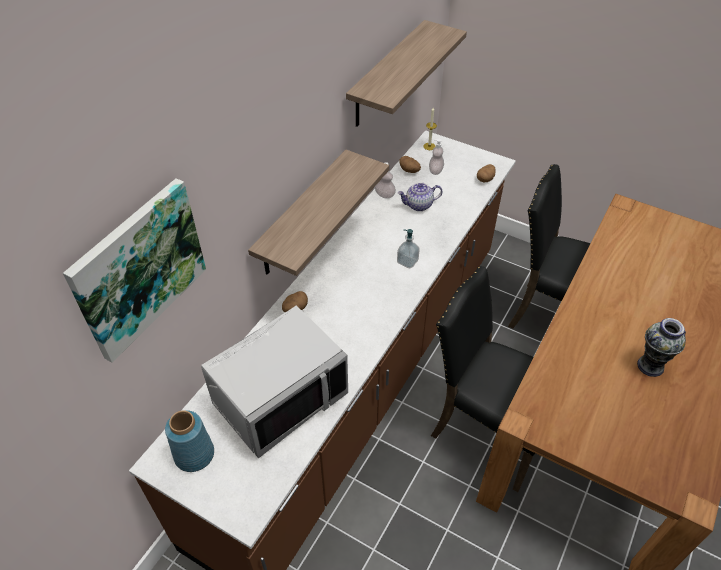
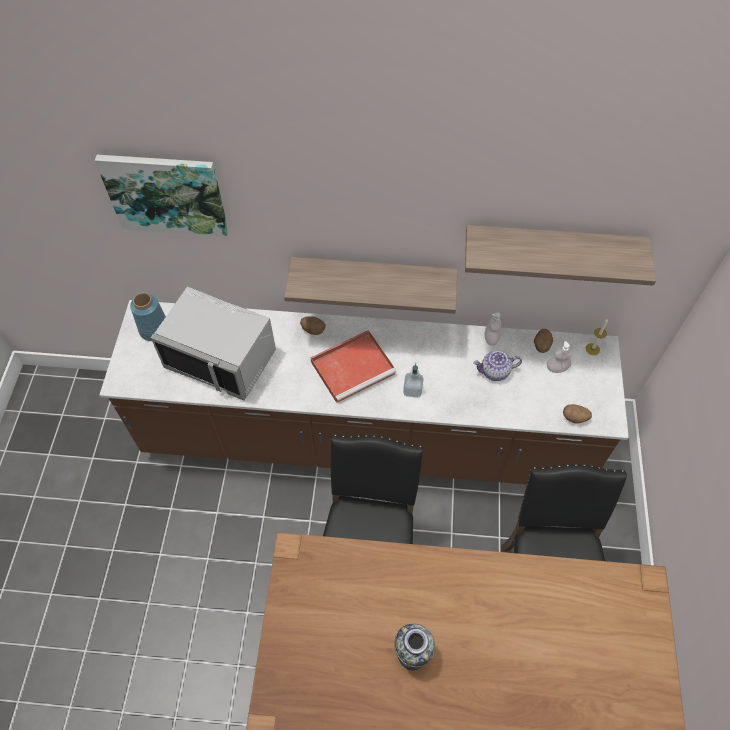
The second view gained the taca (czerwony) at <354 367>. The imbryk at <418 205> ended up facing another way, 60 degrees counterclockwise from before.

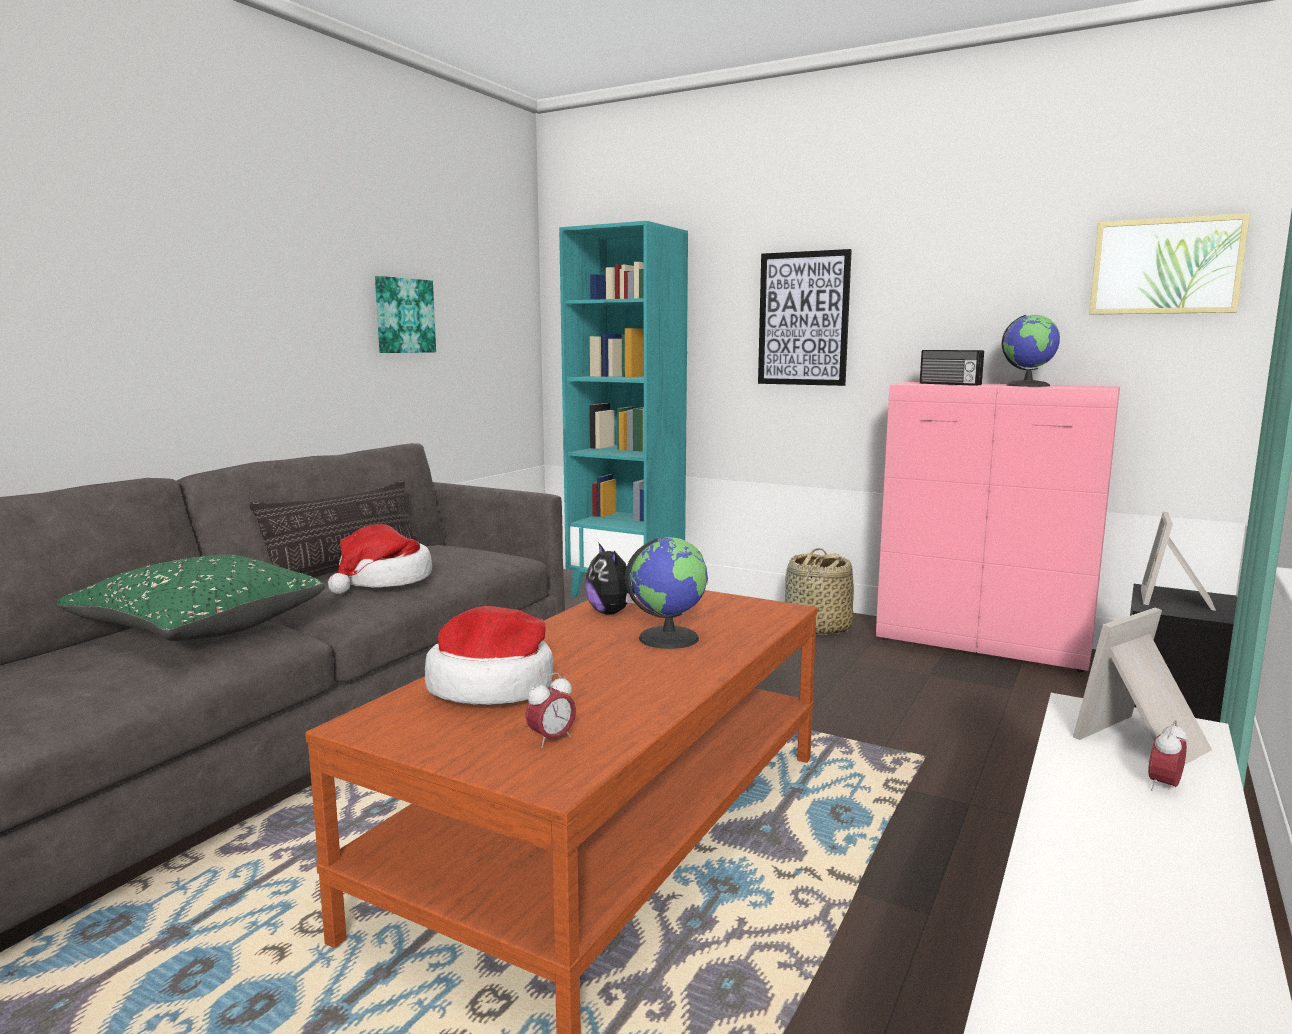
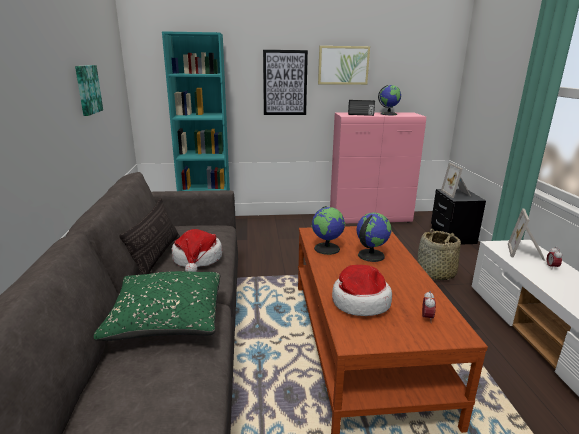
Where the pluszak stood at <612 612>, the globus came to stand at <327 248>. The obraz ended up elsewhere, having gone from <1165 266> to <343 65>. The koszyk ended up elsewhere, having gone from <816 628> to <436 273>.

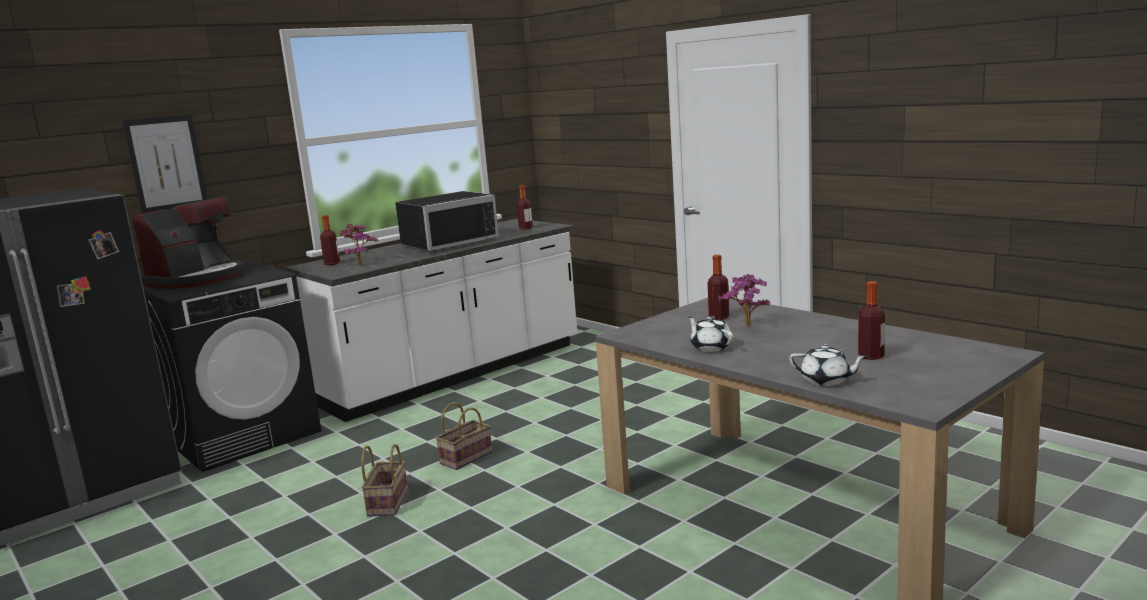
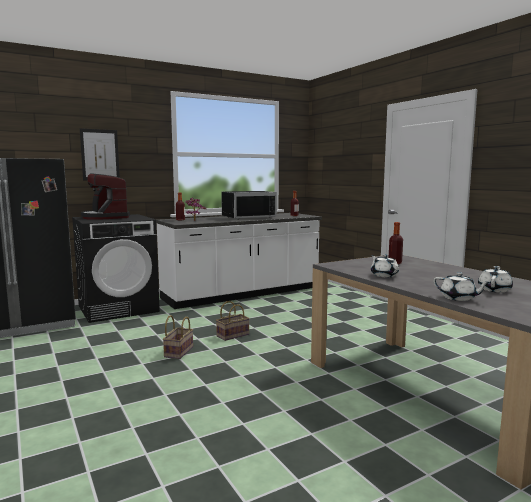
The ekspres do kawy at <197 279> ended up facing another way, 105 degrees clockwise from before. Where the butelka stood at <871 356>, the imbryk (biały) came to stand at <494 289>. The second view lost the roślina doniczkowa at <747 327>.

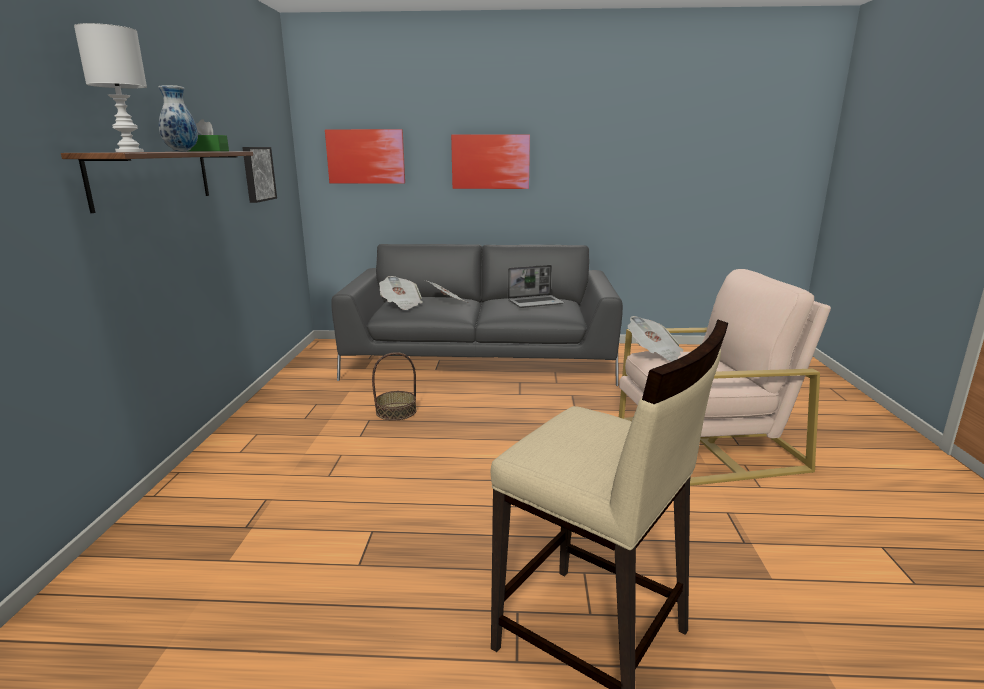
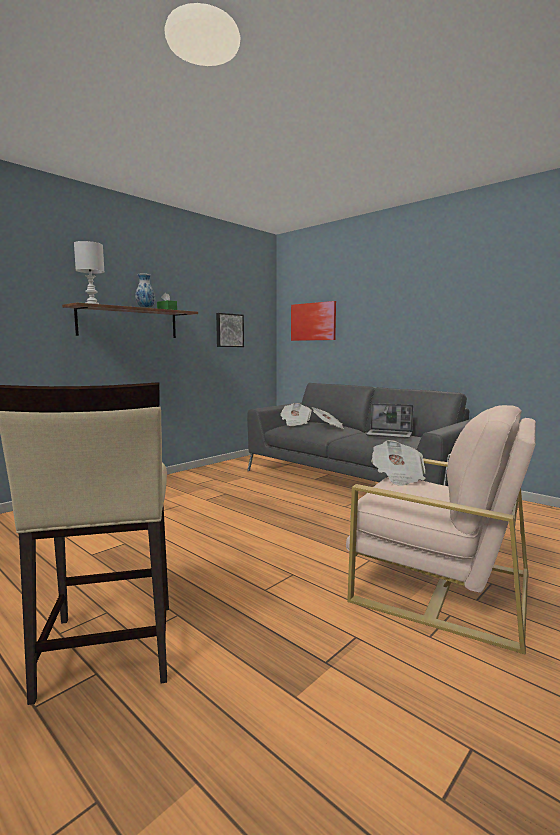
The second view lost the koszyk at <396 411>. The second view lost the obraz at <490 161>.

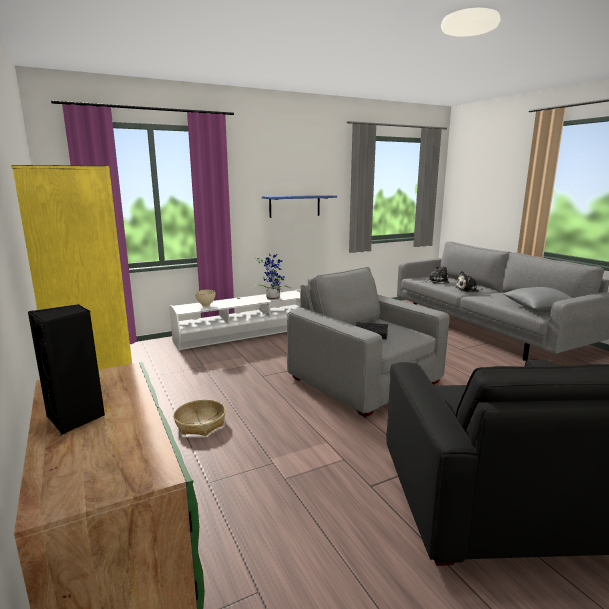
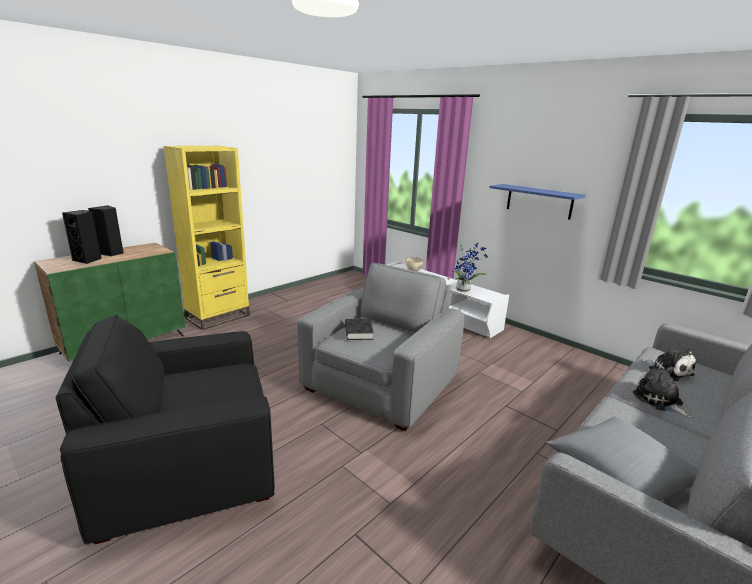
The second view gained the głośnik (czarny) at <88 260>. The second view lost the koszyk at <200 424>.

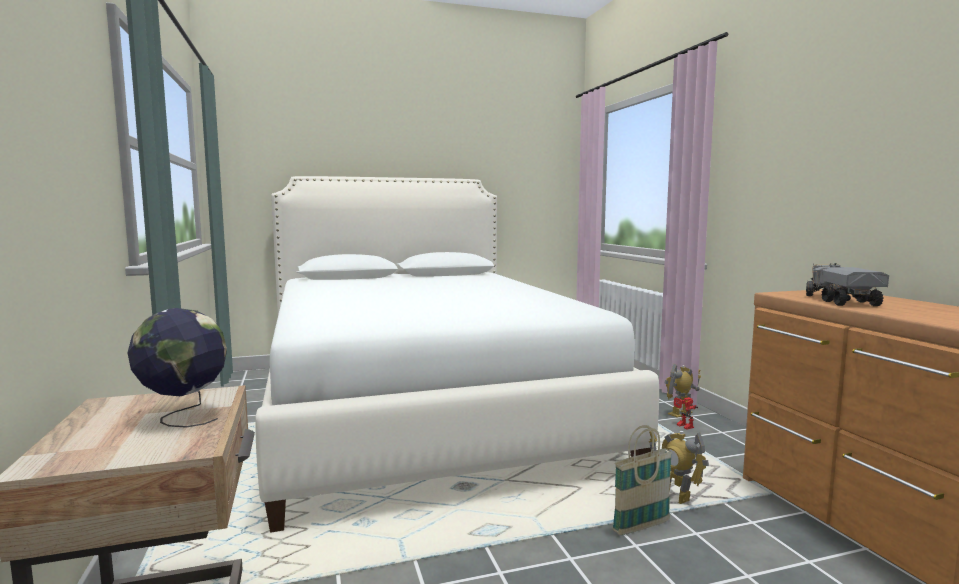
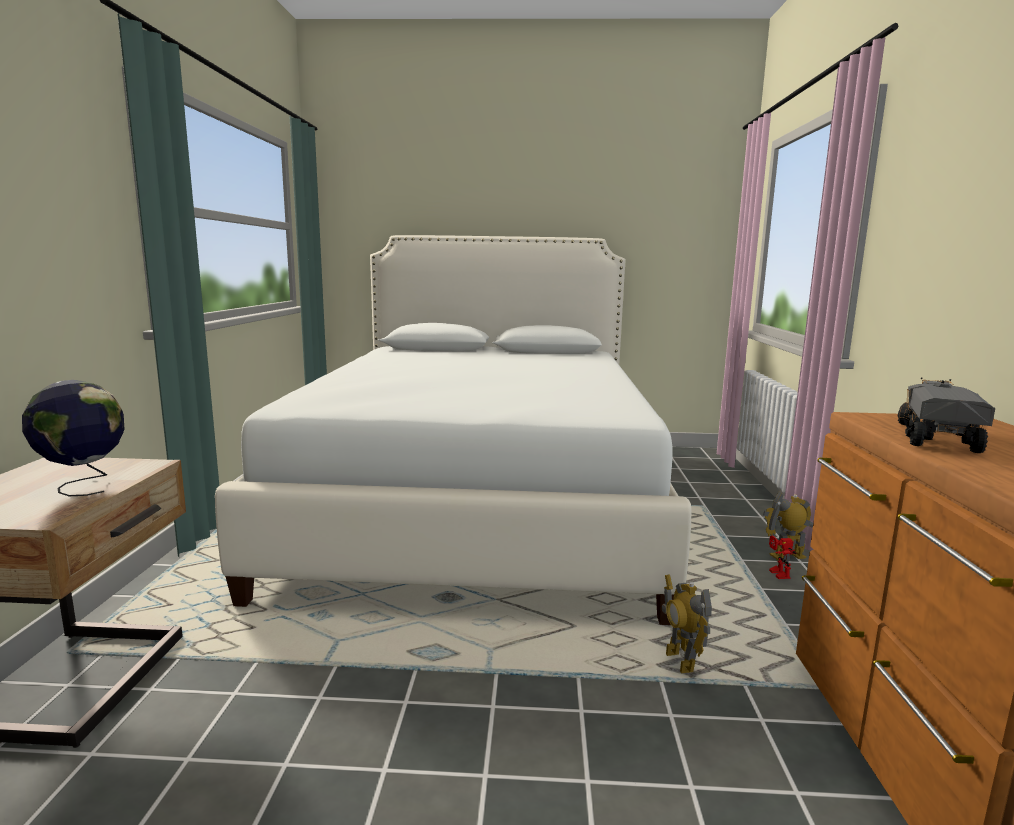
The second view lost the koszyk at <641 527>.

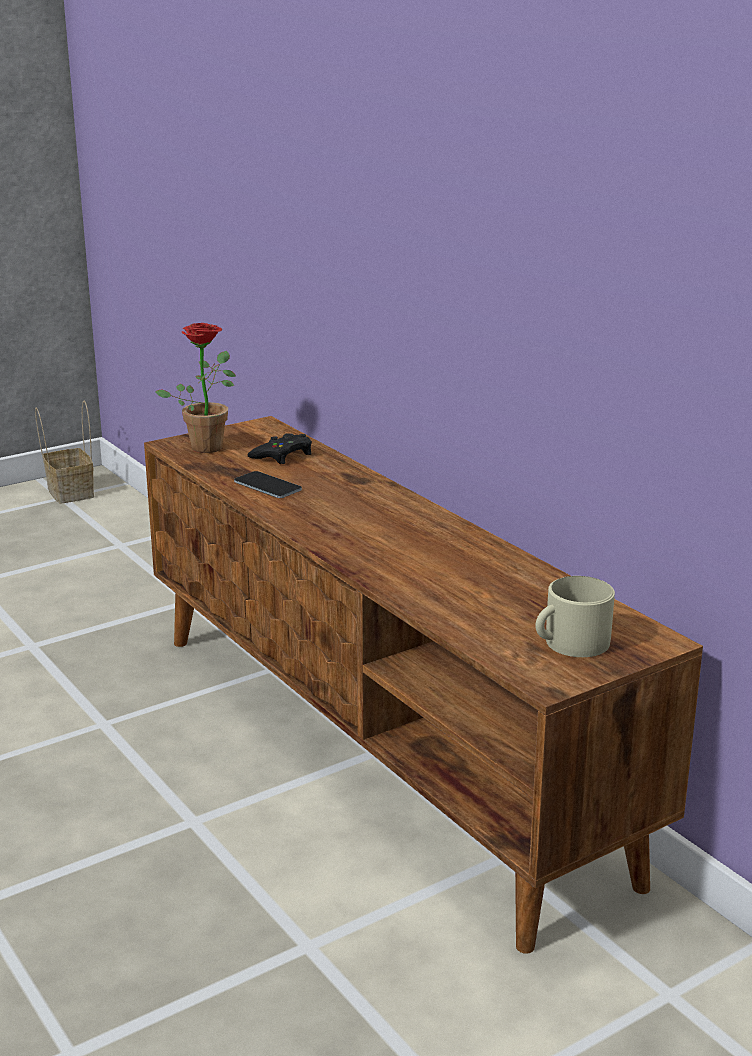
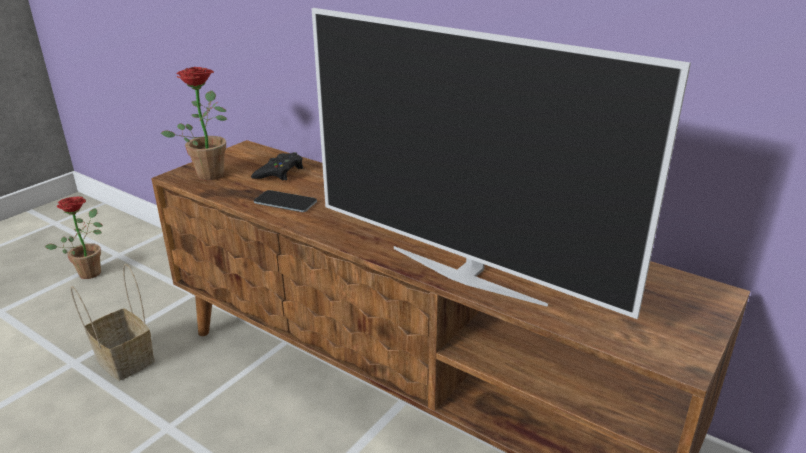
The second view gained the roślina doniczkowa at <91 271>. The koszyk ended up elsewhere, having gone from <69 492> to <123 359>. The second view gained the telewizor at <467 274>. The second view lost the kubek (beżowy) at <570 643>.

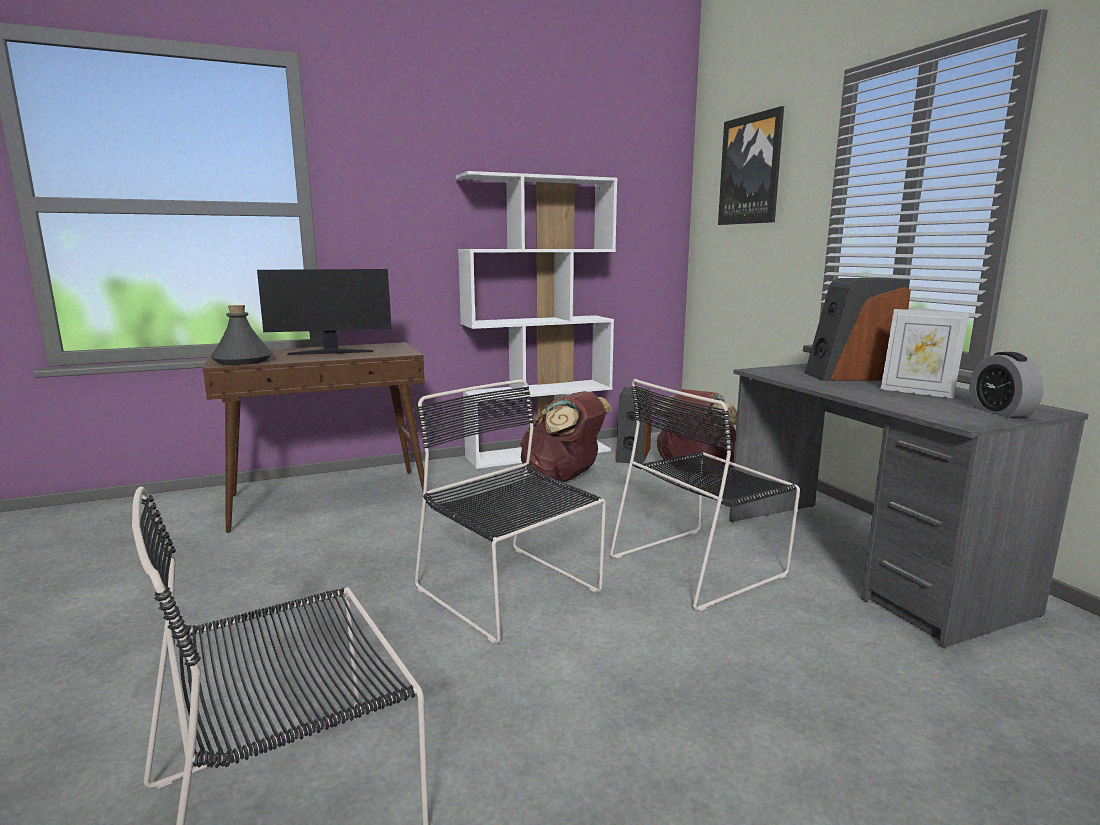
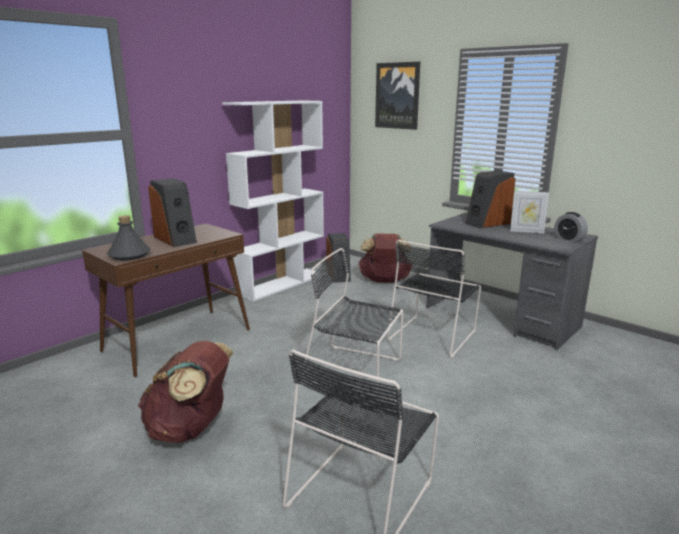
The plecak (brązowy) ended up elsewhere, having gone from <563 478> to <190 429>. Where the monitor stood at <331 352>, the głośnik came to stand at <176 239>.

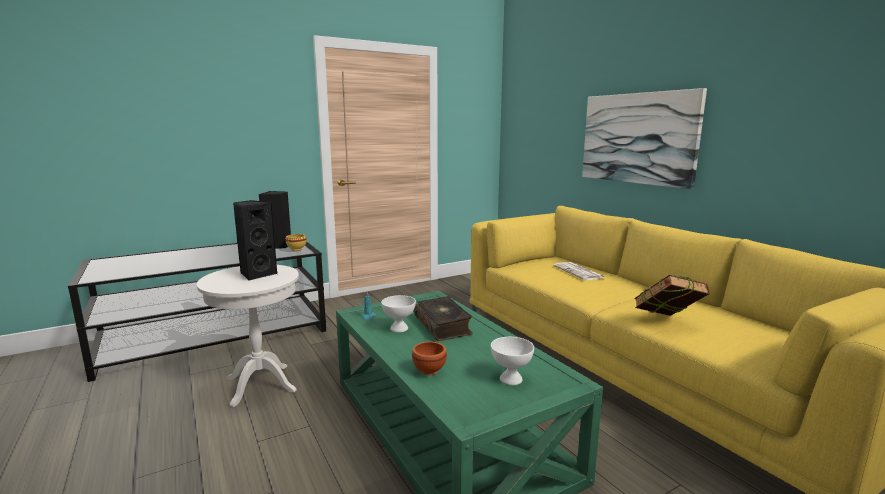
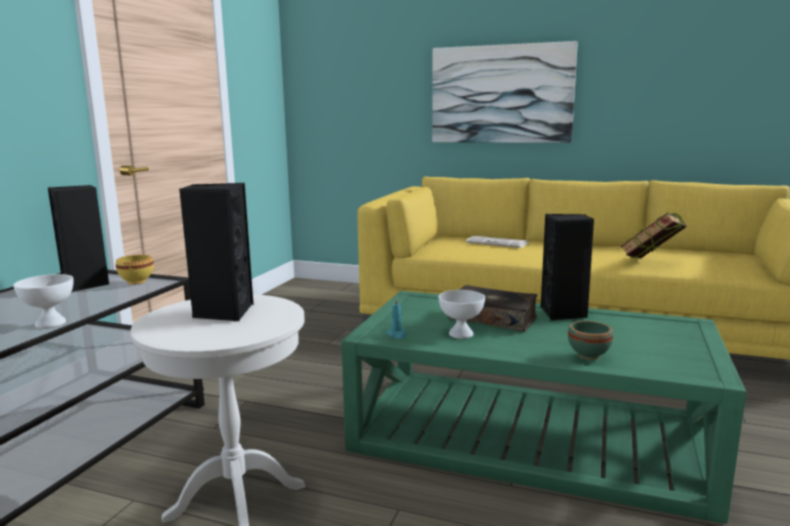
The miska (biały) ended up elsewhere, having gone from <511 380> to <51 323>. The second view gained the głośnik (czarny) at <563 313>. What was the miska (brązowy) at <428 370> turned into the miska (zielony) at <588 355>.

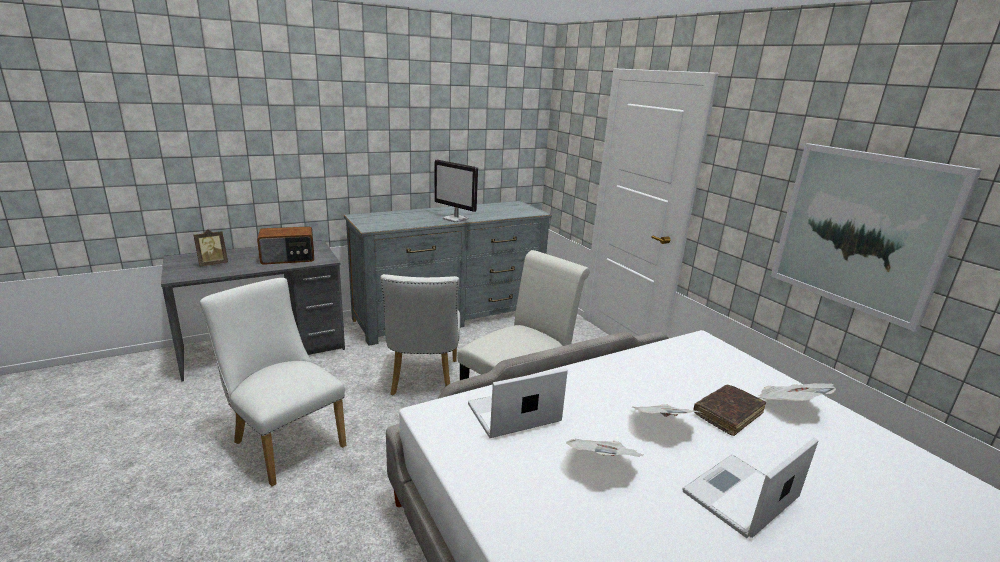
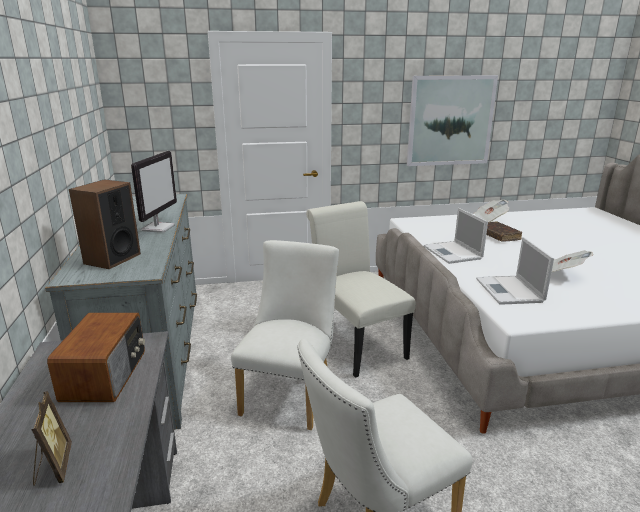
The second view gained the głośnik at <112 259>. The monitor at <456 219> ended up facing another way, 45 degrees counterclockwise from before. The krzesło (biały) at <423 381> ended up facing another way, 90 degrees counterclockwise from before. The laptop ended up elsewhere, having gone from <739 496> to <453 253>. The second view lost the gazeta at <662 425>.

